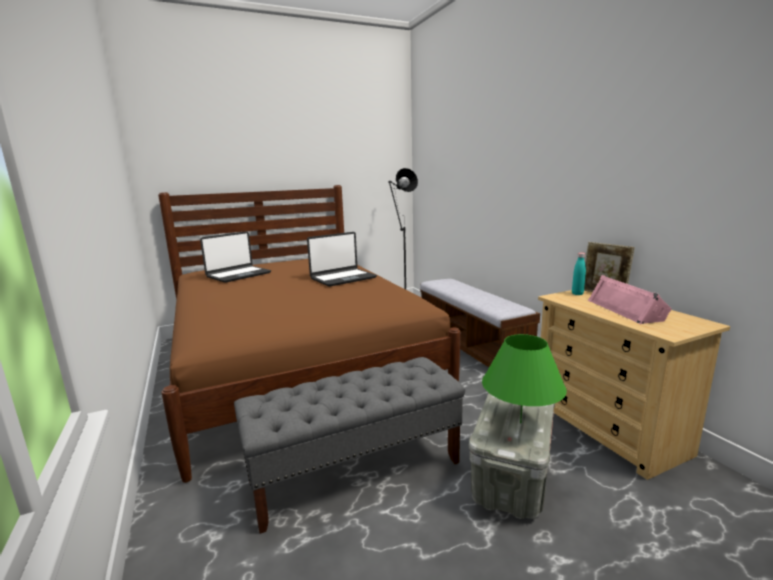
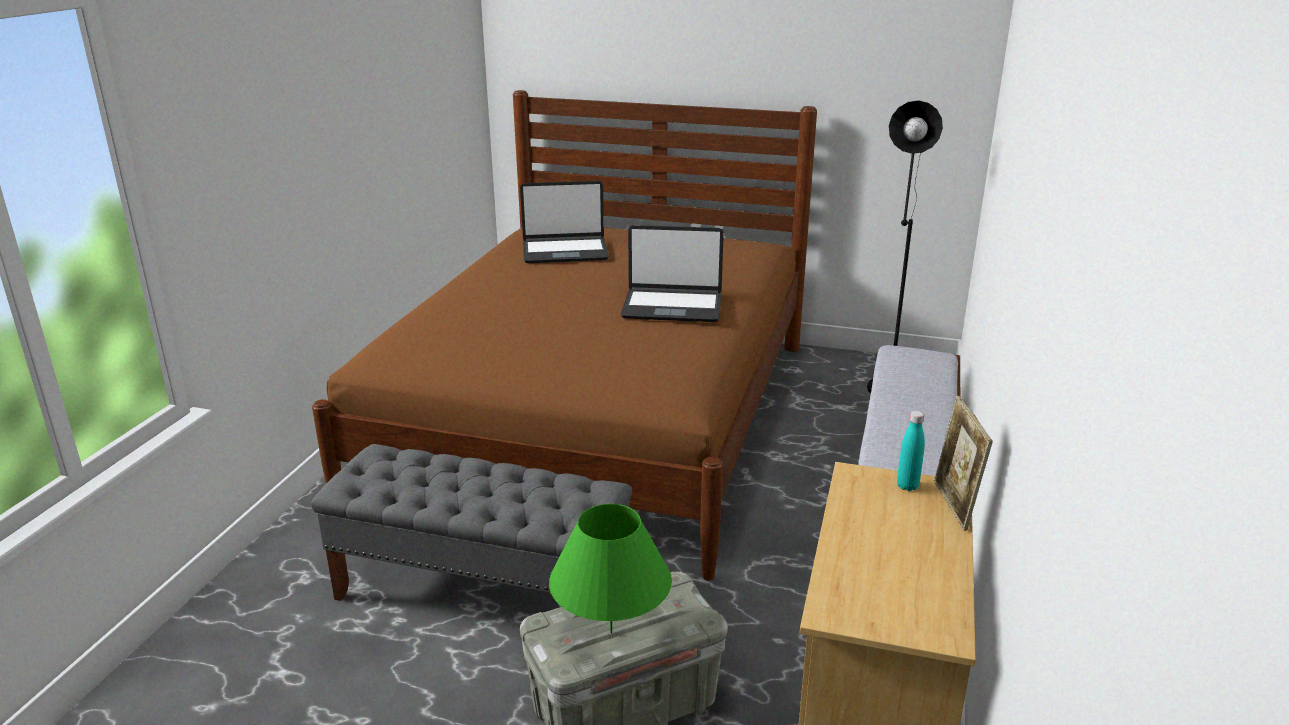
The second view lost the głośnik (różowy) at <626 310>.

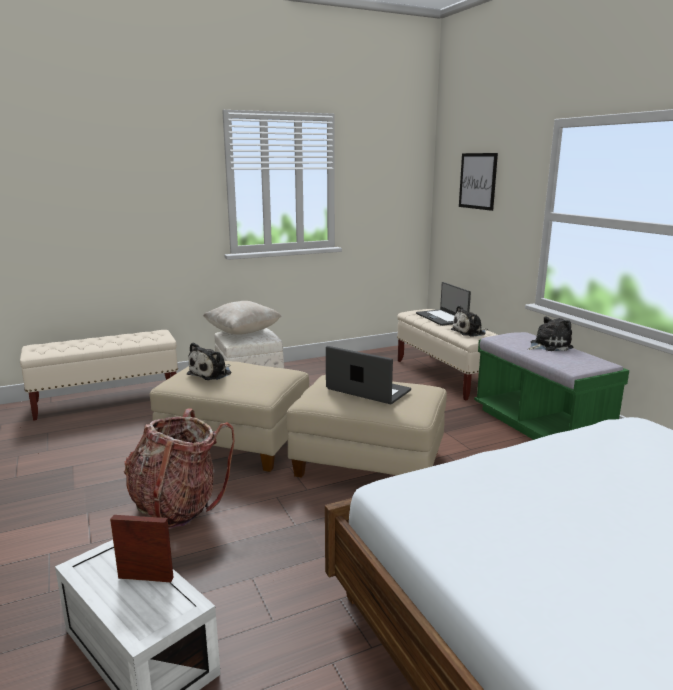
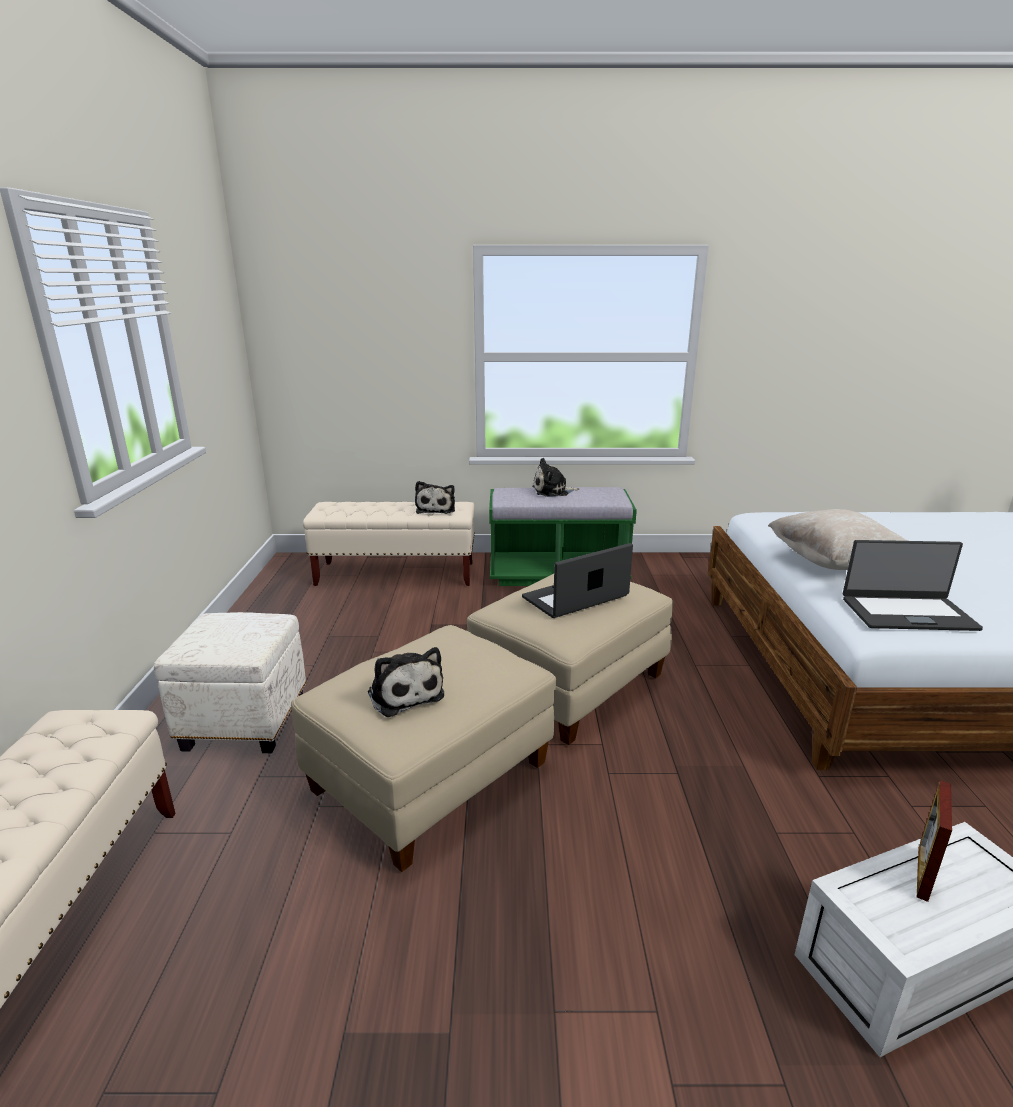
The pluszak at <548 346> ended up facing another way, 105 degrees counterclockwise from before. The poduszka (beżowy) ended up elsewhere, having gone from <243 332> to <833 562>. The laptop ended up elsewhere, having gone from <442 318> to <907 613>. The second view lost the plecak at <178 506>. The second view lost the obraz at <477 181>.

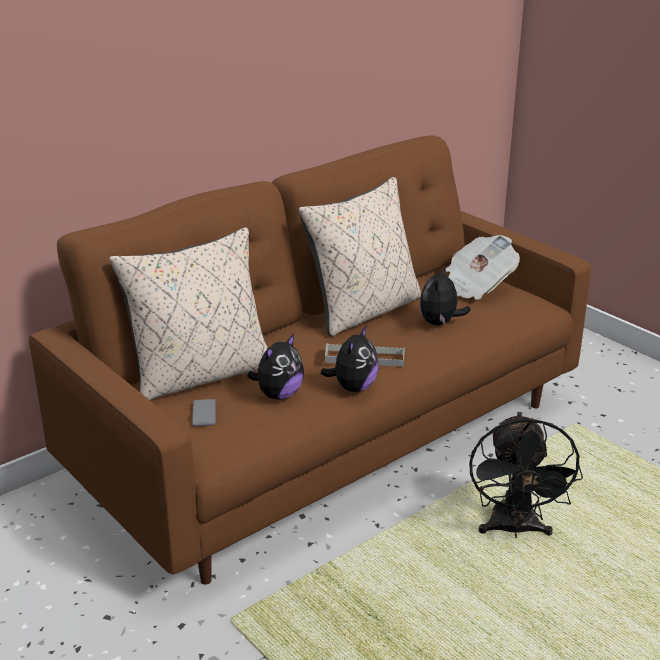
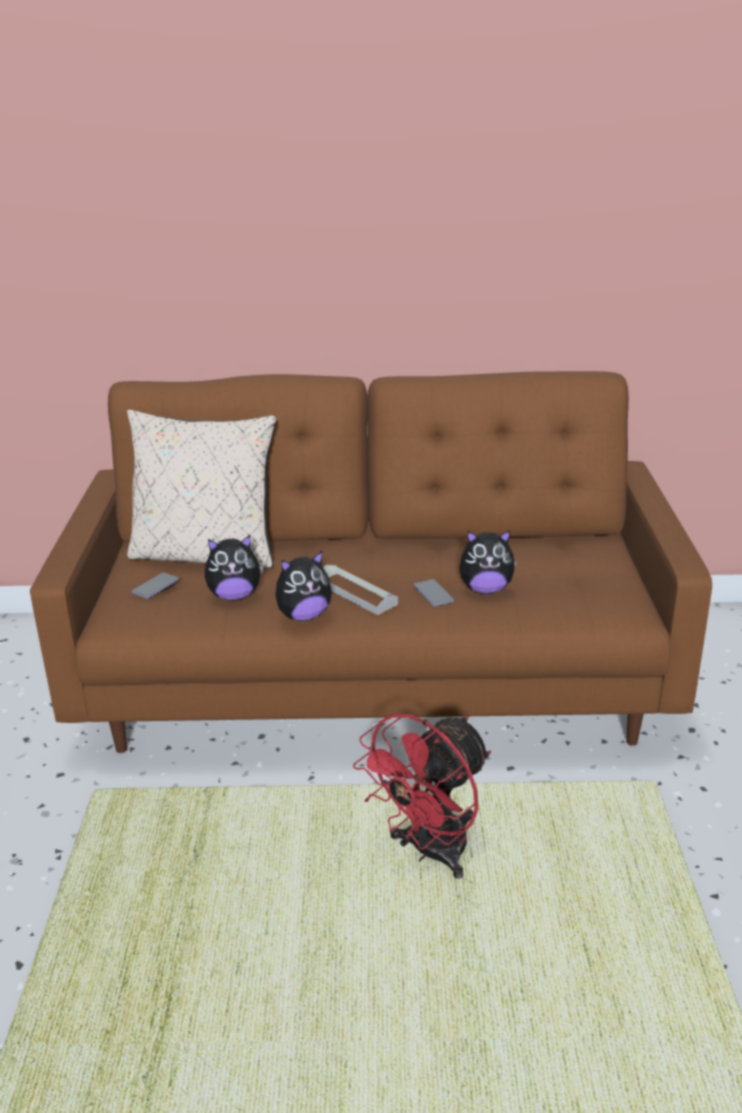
What was the wentylator (czarny) at <514 530> turned into the wentylator (czerwony) at <429 853>. The second view gained the telefon at <433 594>. The pluszak at <440 323> ended up facing another way, 150 degrees counterclockwise from before. The second view lost the poduszka (beżowy) at <364 311>. The second view lost the gazeta at <475 286>.

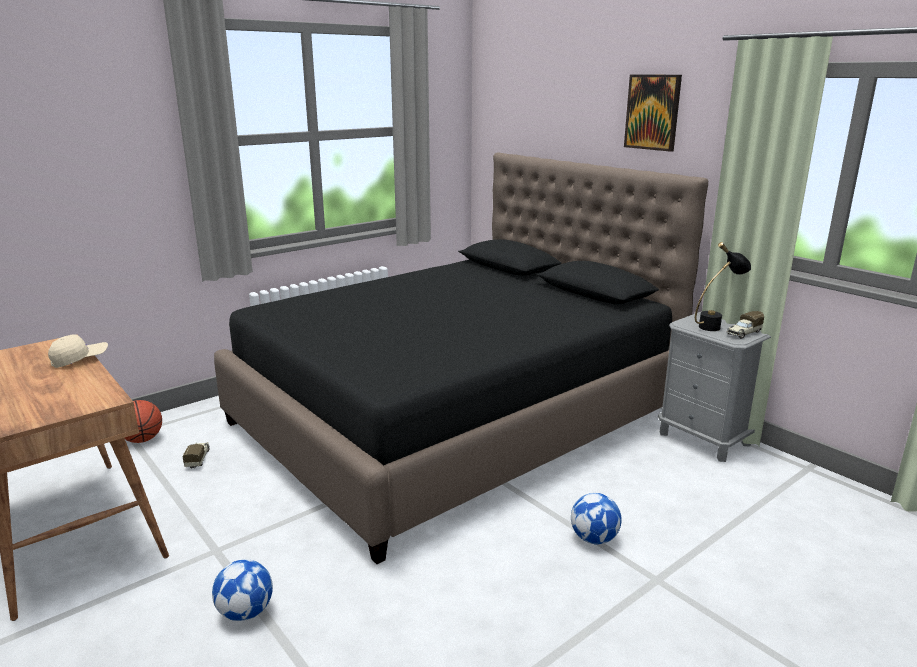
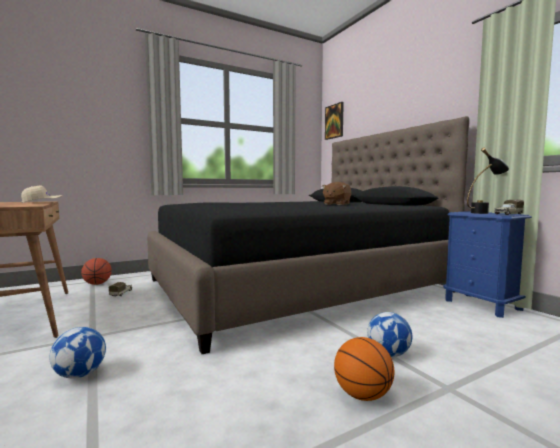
The second view gained the pluszak (brązowy) at <336 204>. The obraz ended up elsewhere, having gone from <652 112> to <334 121>. The second view gained the piłka do koszykówki at <362 395>. What was the szafka nocna (szary) at <705 439> turned into the szafka nocna (niebieski) at <483 305>.

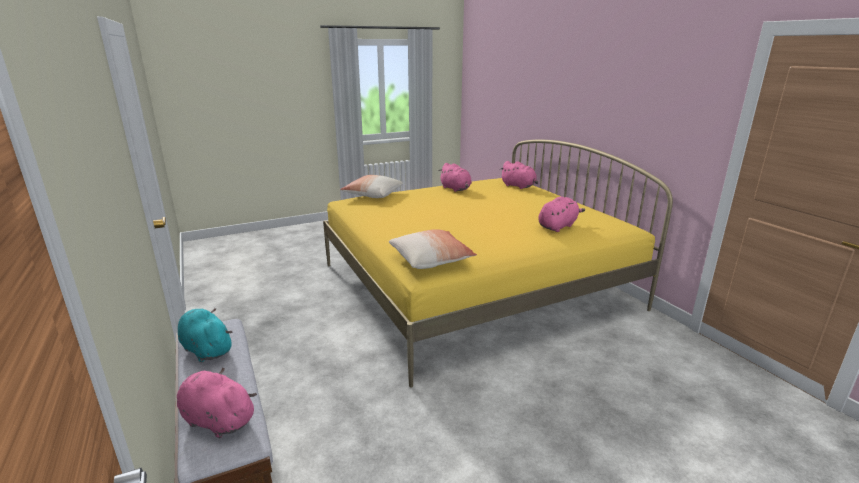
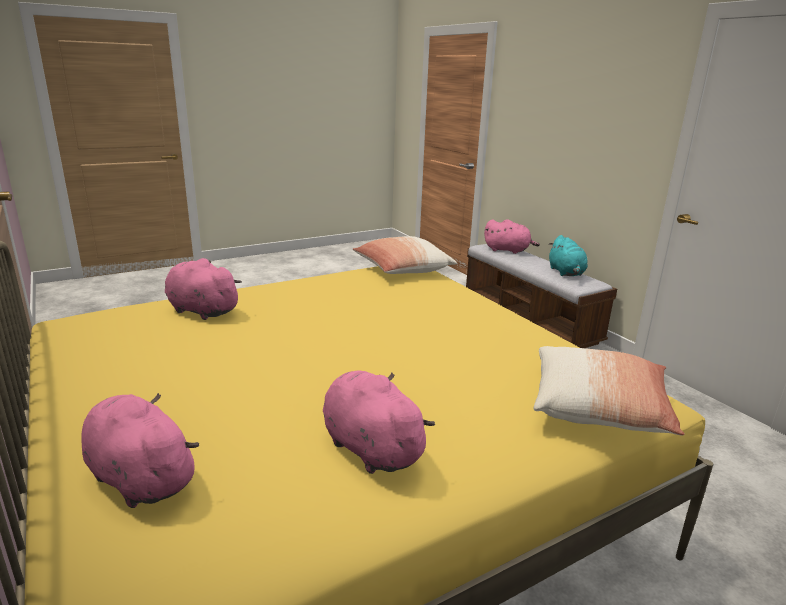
The pluszak (różowy) at <558 226> ended up facing another way, 75 degrees clockwise from before. The pluszak (turkusowy) at <206 349> ended up facing another way, 45 degrees clockwise from before.

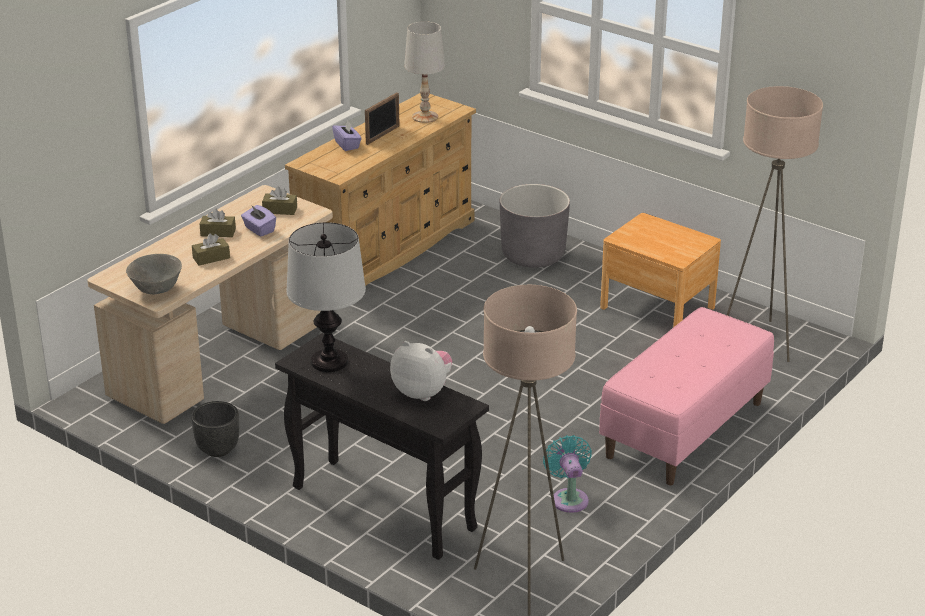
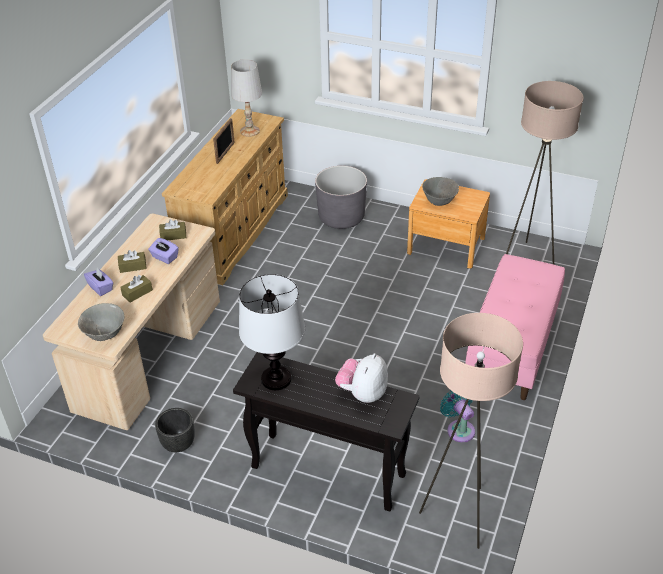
The pudełko chusteczek (fioletowy) ended up elsewhere, having gone from <347 145> to <101 288>. The pluszak at <422 392> ended up facing another way, 75 degrees counterclockwise from before. The second view gained the miska (szary) at <439 201>.

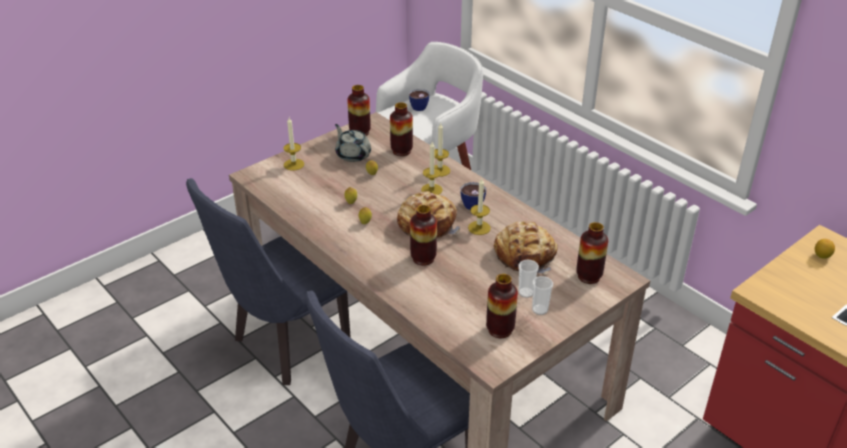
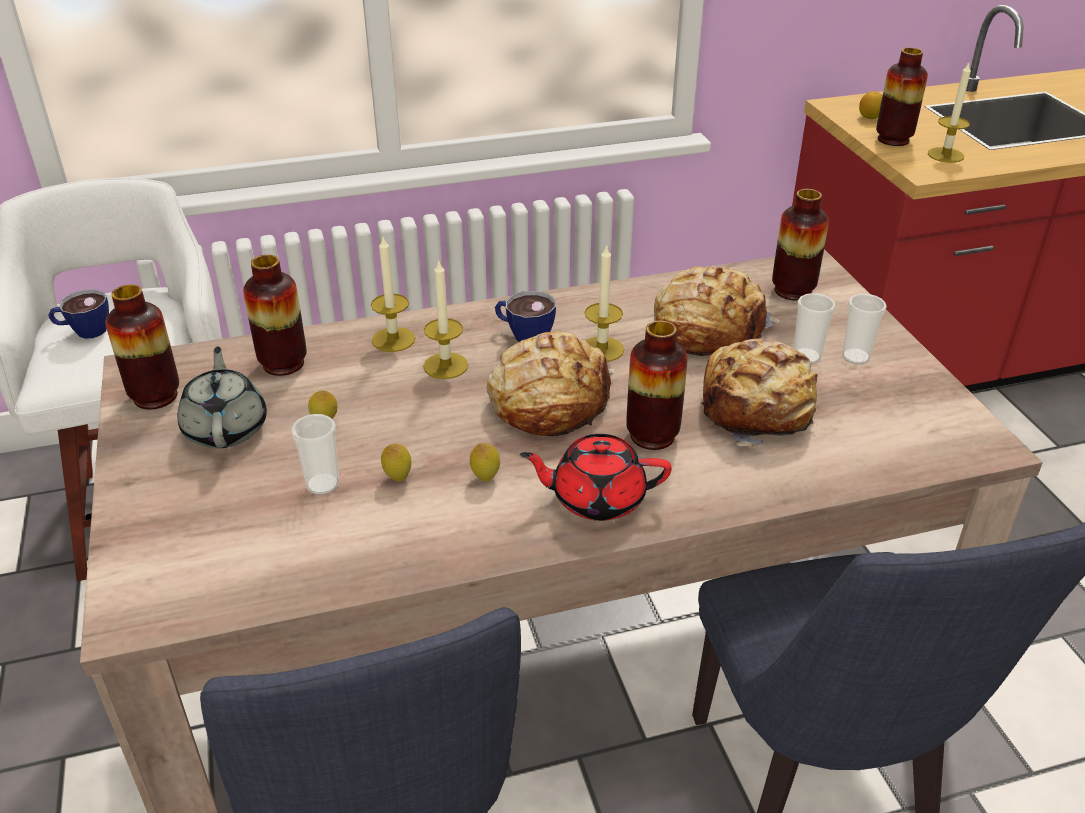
The imbryk (szary) at <353 154> ended up facing another way, 90 degrees clockwise from before. The second view gained the filiżanka at <323 484>. The second view gained the imbryk (czerwony) at <596 498>. The second view gained the chleb at <758 408>. The wazon ended up elsewhere, having gone from <500 330> to <893 139>. The świeca ended up elsewhere, having gone from <294 164> to <945 155>.

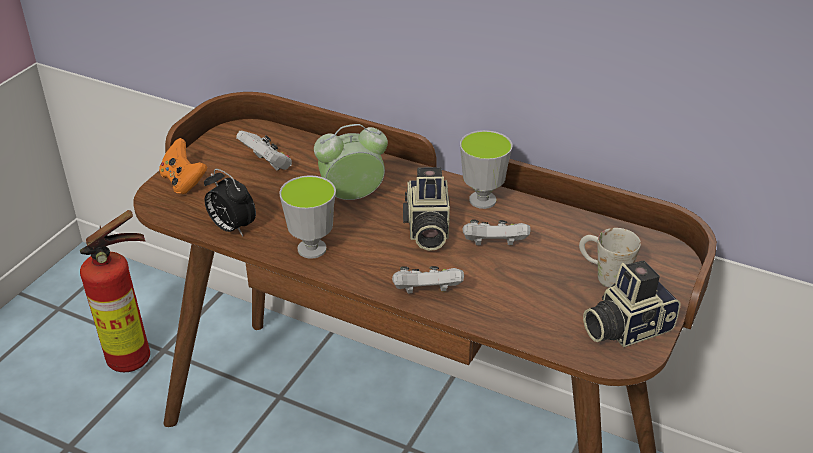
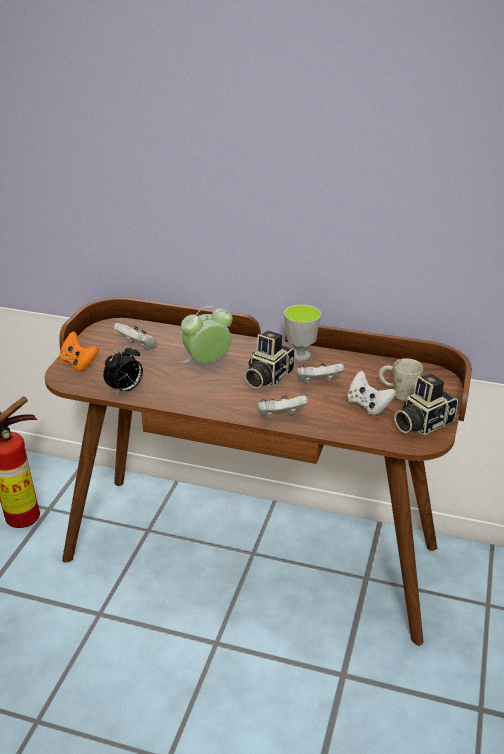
The budzik at <231 228> ended up facing another way, 75 degrees counterclockwise from before. The aparat fotograficzny at <426 230> ended up facing another way, 45 degrees clockwise from before. The second view gained the pad do gier (biały) at <368 406>. The second view lost the filiżanka at <312 249>.

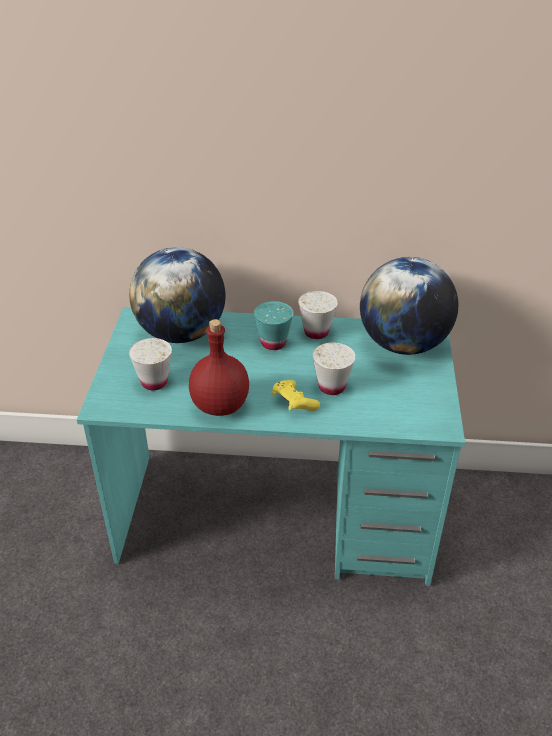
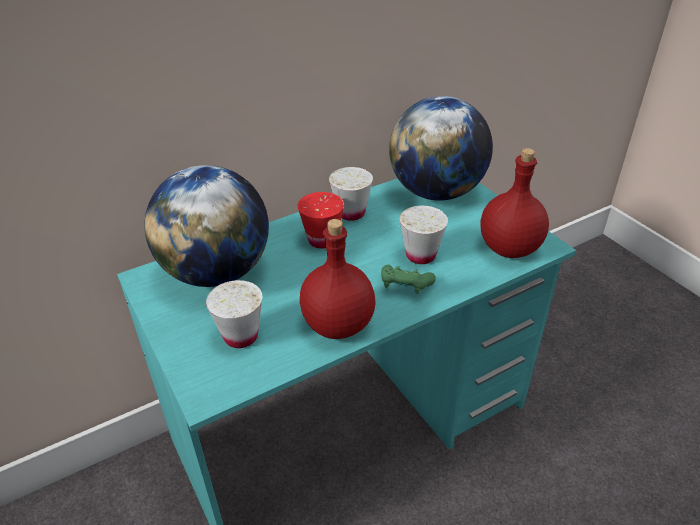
What was the filiżanka (turkusowy) at <273 343> turned into the filiżanka (czerwony) at <322 240>. What was the pad do gier (żółty) at <293 403> turned into the pad do gier (zielony) at <405 287>. The second view gained the butelka (czerwony) at <510 248>.

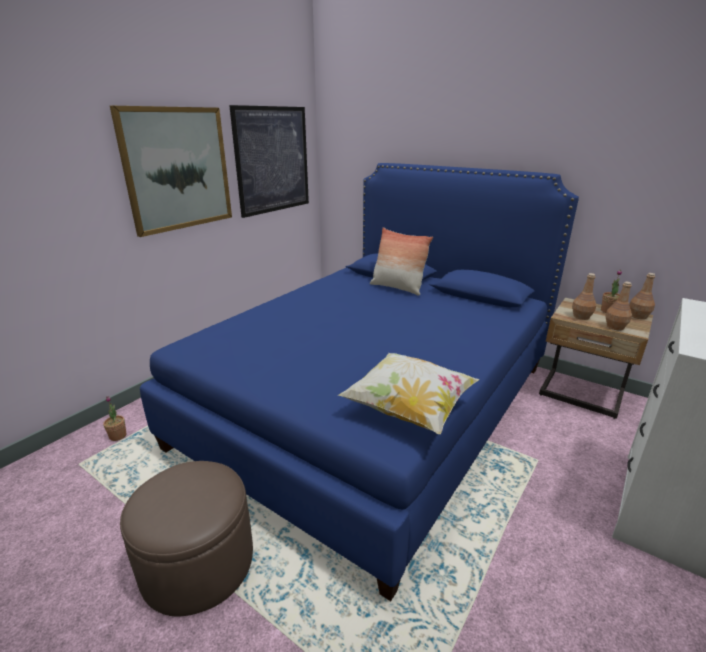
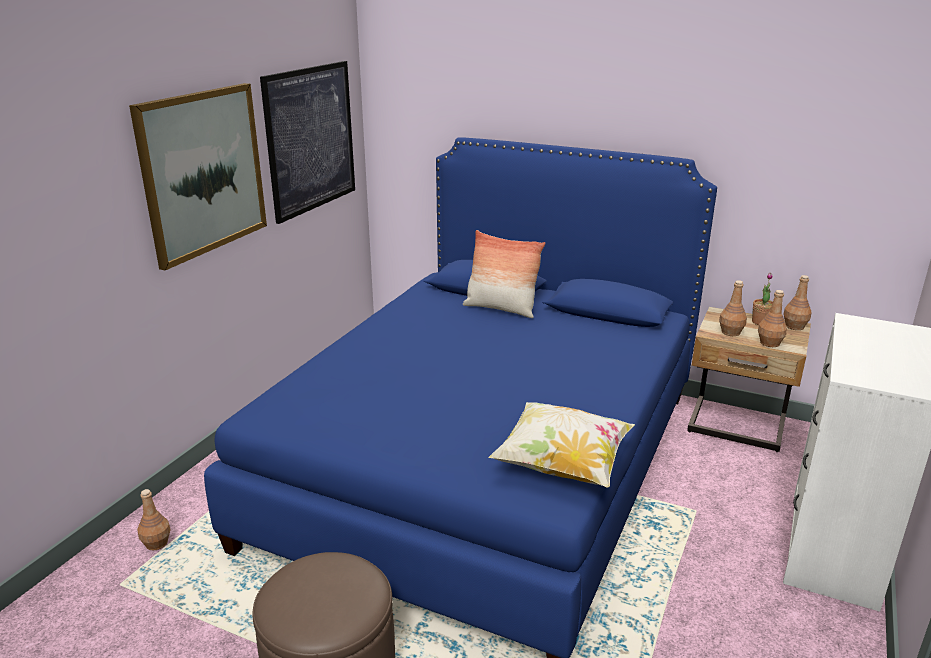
Where the roślina doniczkowa stood at <118 436>, the butelka (brązowy) came to stand at <156 543>.

